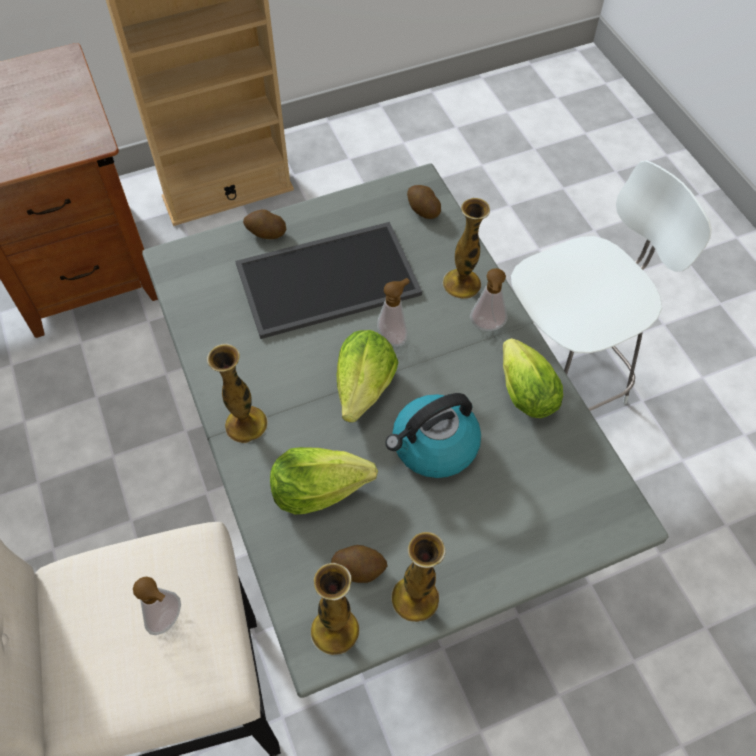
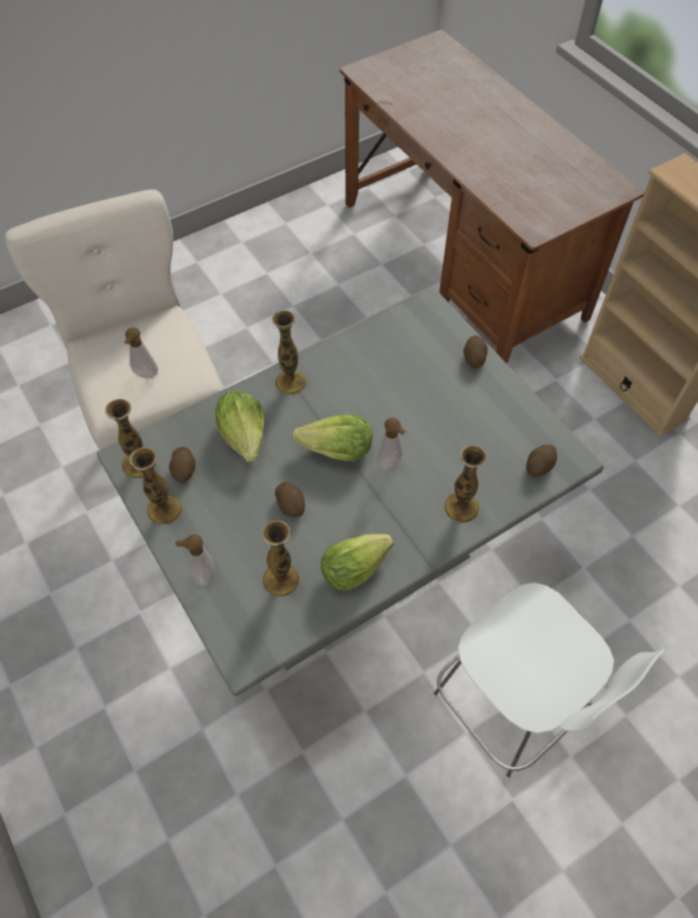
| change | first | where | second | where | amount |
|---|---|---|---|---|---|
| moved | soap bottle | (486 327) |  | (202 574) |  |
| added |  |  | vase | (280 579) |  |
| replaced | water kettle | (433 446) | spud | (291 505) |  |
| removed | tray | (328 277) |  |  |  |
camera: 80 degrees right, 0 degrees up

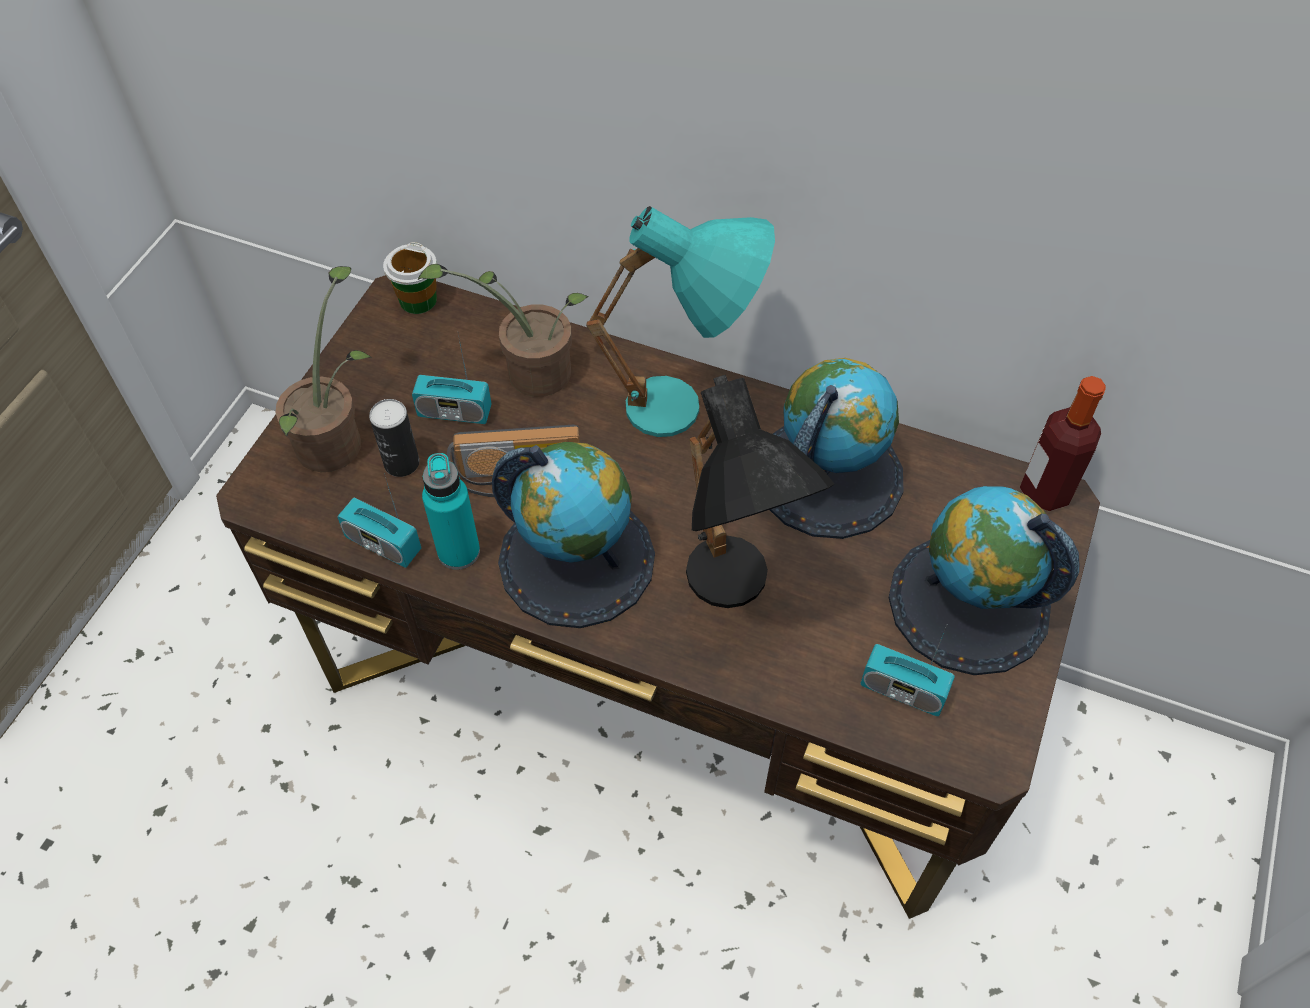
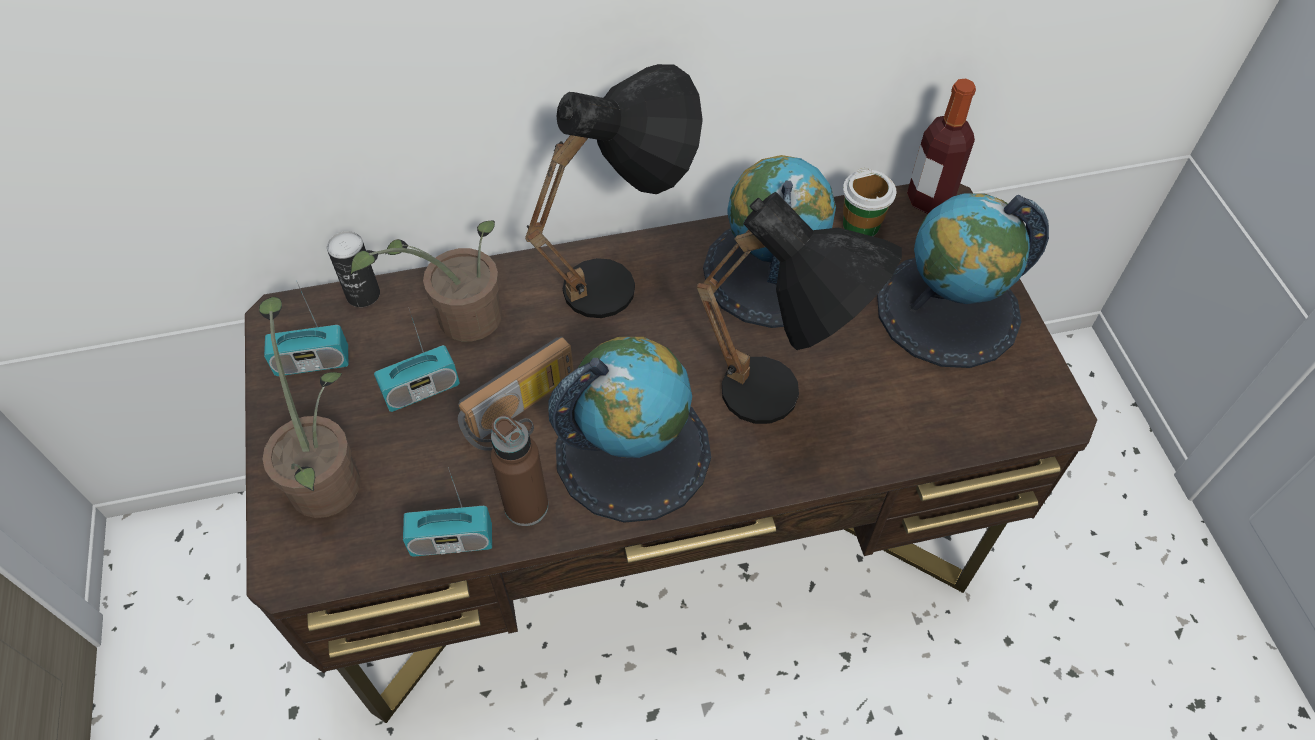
| change | first | where | second | where | amount |
|---|---|---|---|---|---|
| moved | radio | (902 690) |  | (312 362) |  |
| moved | metal can | (401 463) |  | (363 294) |  |
| recoloured | blue-green drink bottle | (458 551) | brown drink bottle | (526 506) |  |
| recoloured | blue-green table lamp | (689 414) | black table lamp | (626 283) |  |
| moved | cup | (418 300) |  | (861 225) |  |
camera: 35 degrees left, 0 degrees up

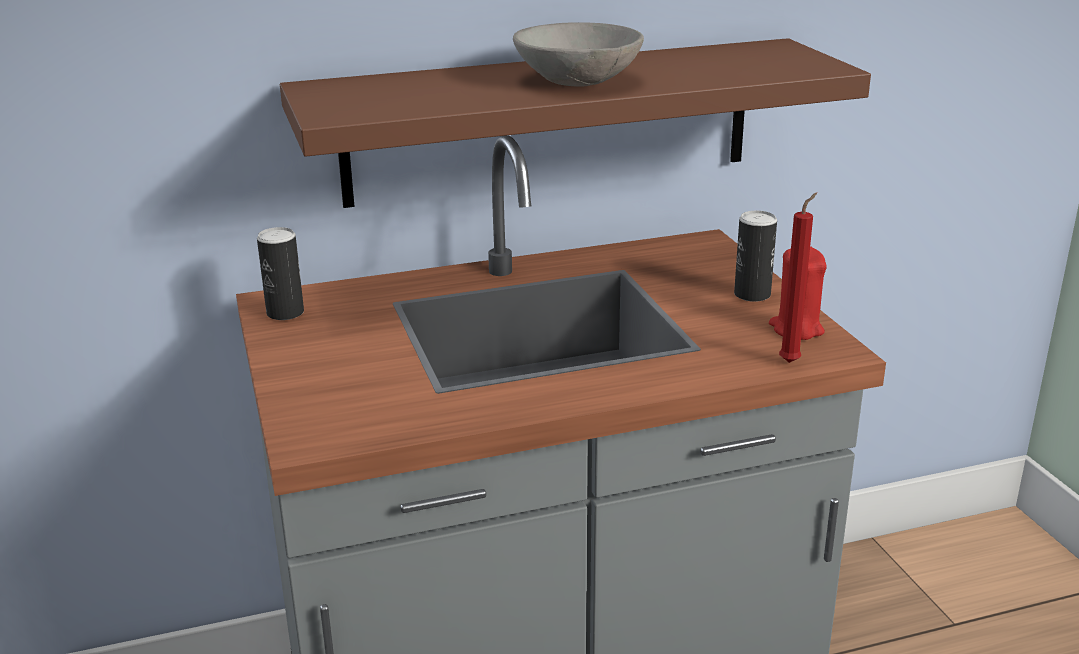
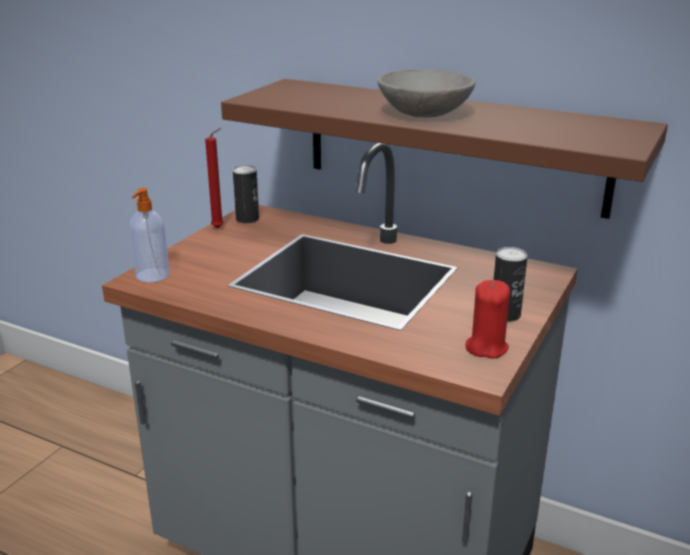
| change | first | where | second | where | amount |
|---|---|---|---|---|---|
| added |  |  | soap bottle | (152 276) |  |
| moved | reddish wax light | (791 361) |  | (219 228) |  |
camera: 45 degrees right, 0 degrees up

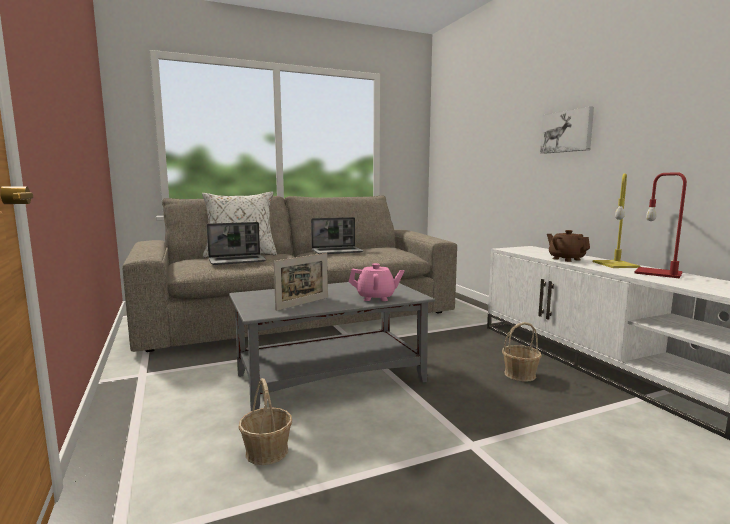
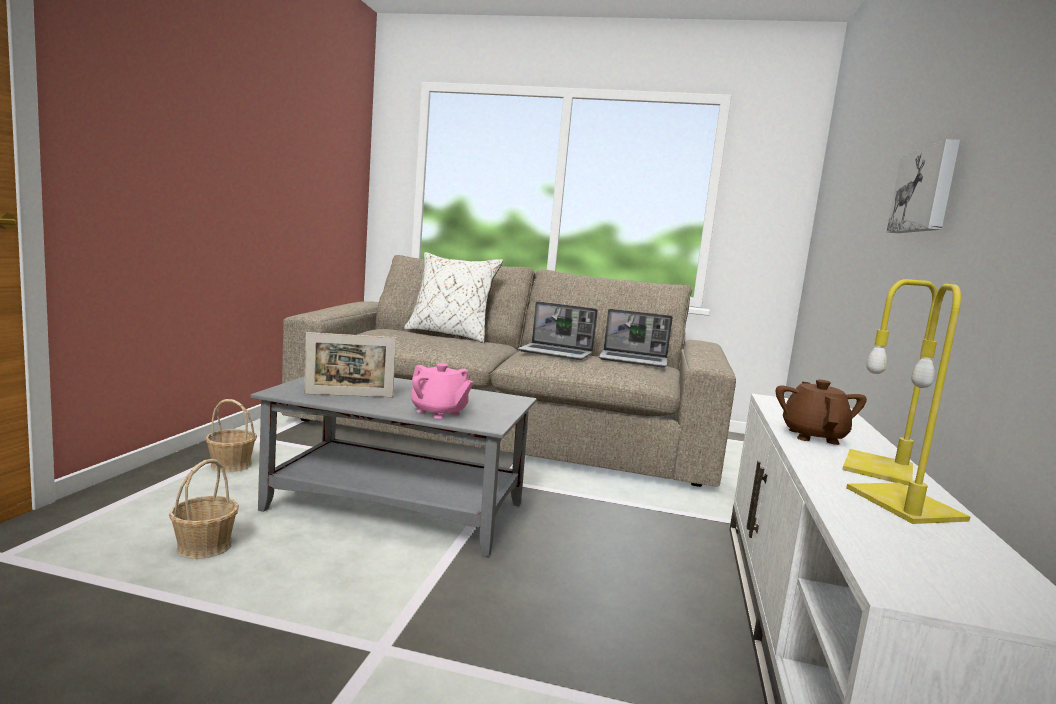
| change | first | where | second | where | amount |
|---|---|---|---|---|---|
| moved | household basket | (520 374) |  | (231 465) |  |
| moved | portable computer | (238 261) |  | (634 360) |  |
| recoloured | reddish table lamp | (659 273) | yellow-coloured table lamp | (907 505) |  |
camera: 35 degrees right, 0 degrees up

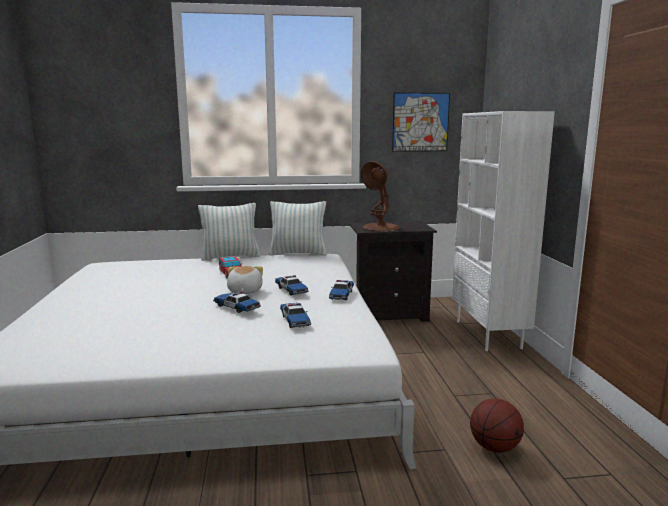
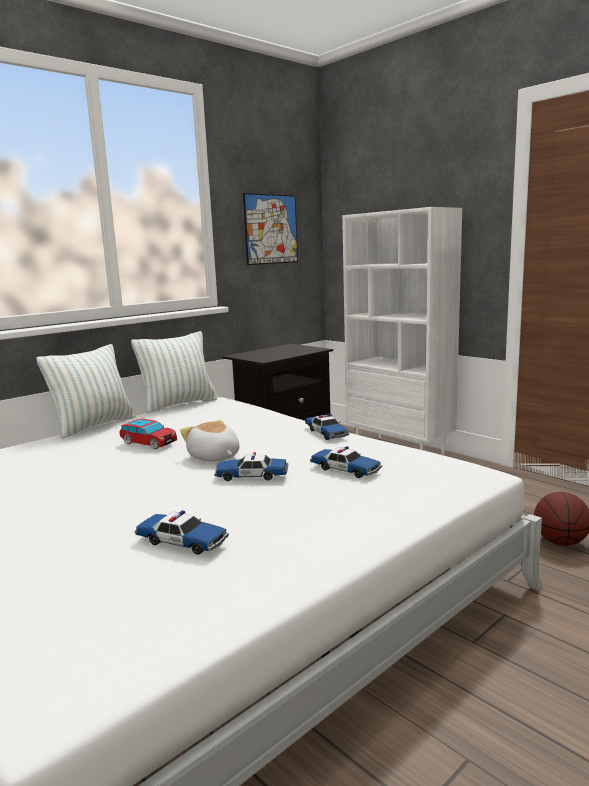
| change | first | where | second | where | amount |
|---|---|---|---|---|---|
| moved | miniature car | (291 290) |  | (182 541) |  |
| removed | brown table lamp | (380 227) |  |  |  |
camera: 35 degrees left, 0 degrees up

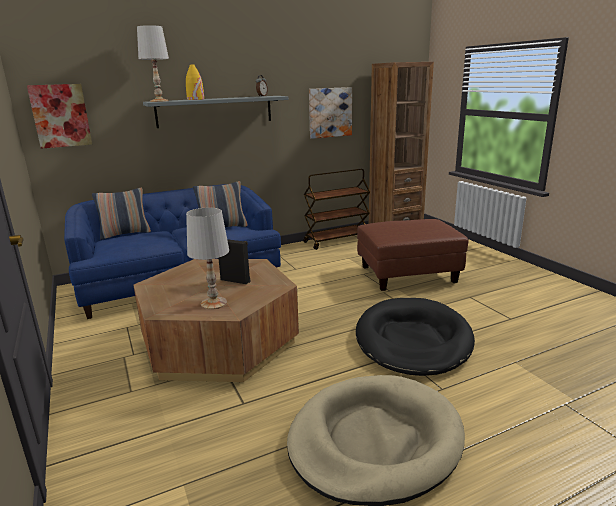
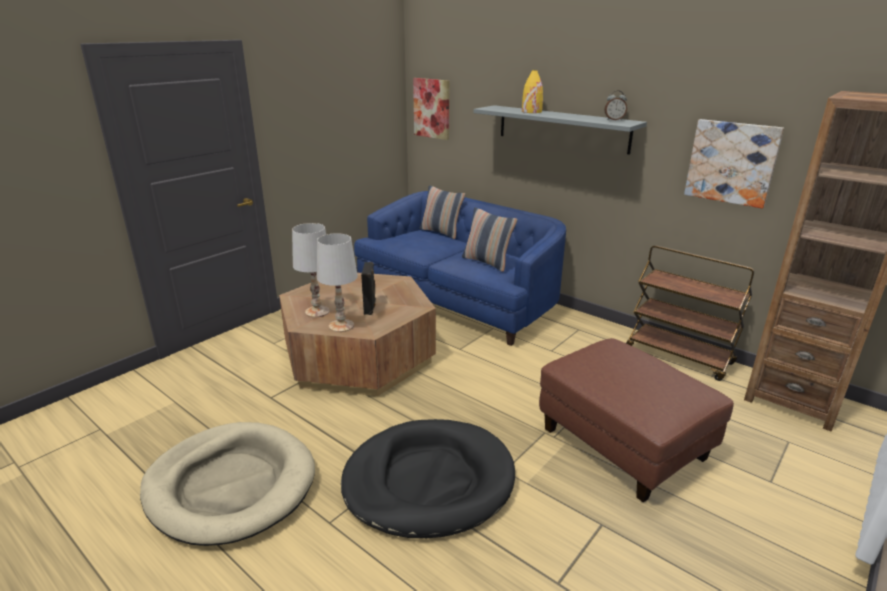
| change | first | where | second | where | amount |
|---|---|---|---|---|---|
| moved | white-coloured table lamp | (159 101) |  | (341 325) |  |
camera: 65 degrees right, 5 degrees up

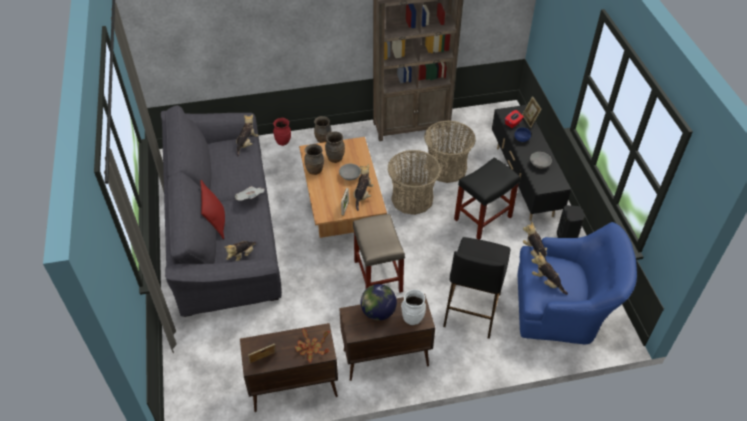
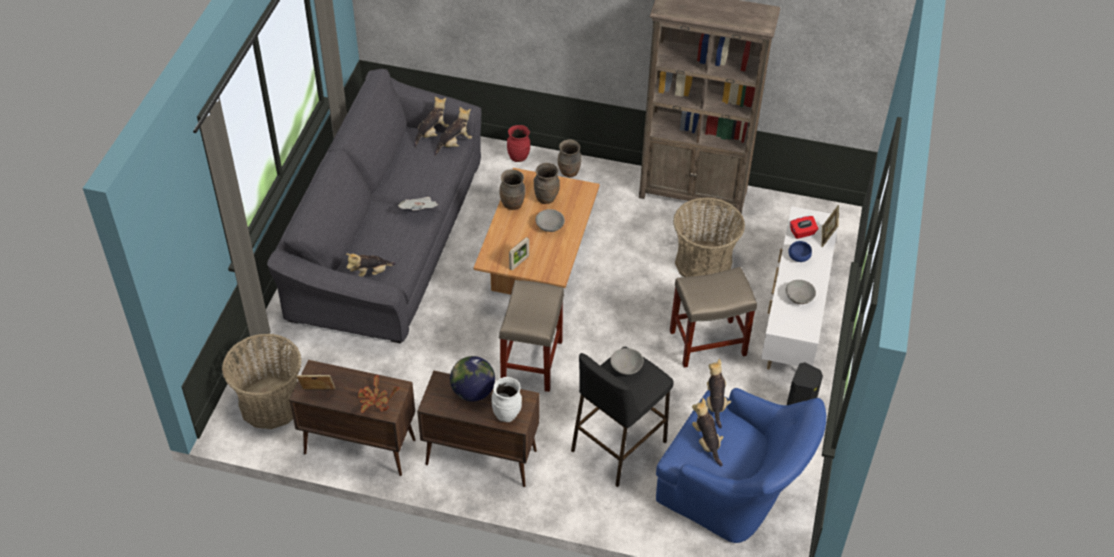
| change | first | where | second | where | amount |
|---|---|---|---|---|---|
| moved | household basket | (412 199) |  | (270 403) |  |
| moved | plush toy | (362 195) |  | (432 133) |  |
| added |  |  | grey deep dish | (626 367) |  |
| recoloured | black stool seat | (483 217) | sand-coloured stool seat | (708 342) |  |
| recoloured | black tv unit | (523 181) | white-coloured tv unit | (793 317) |  |
| removed | reddish pillow | (216 223) |  |  |  |
camera: 25 degrees right, 0 degrees up

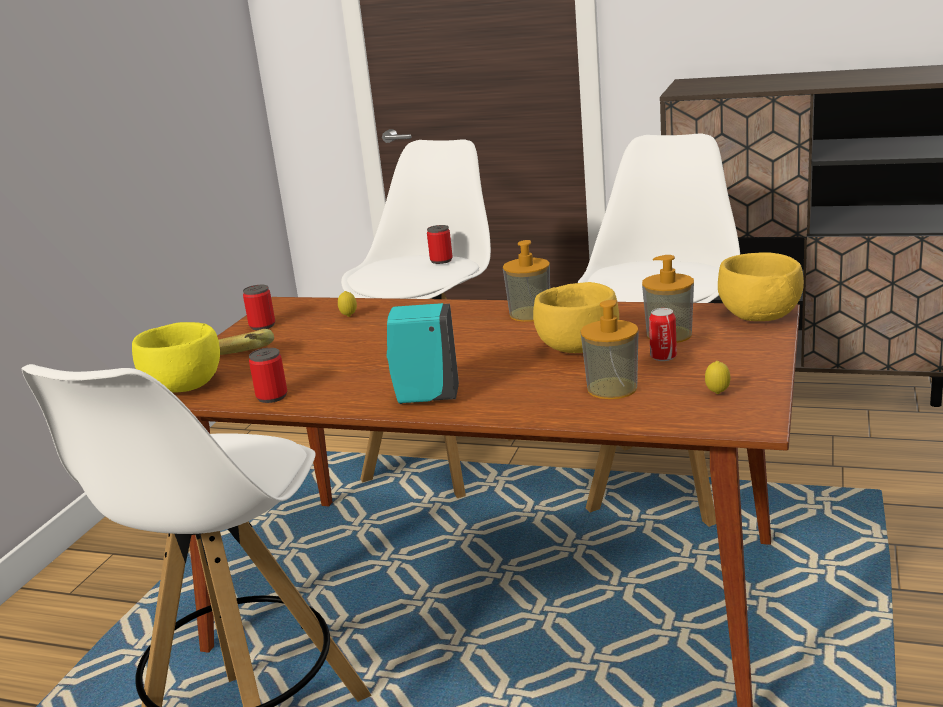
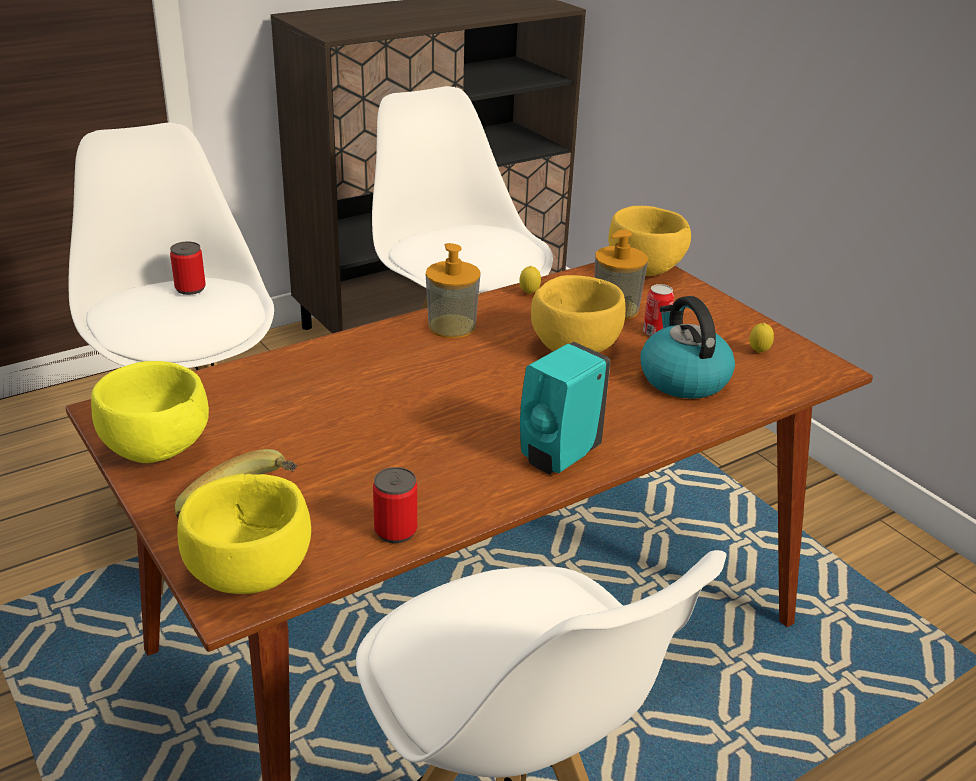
| change | first | where | second | where | amount |
|---|---|---|---|---|---|
| replaced | metal can | (262 326) | yellow-coloured deep dish | (156 450) |  |
| moved | lemon | (349 316) |  | (529 294) |  |
| replaced | soap bottle | (612 388) | water kettle | (682 378) |  |
camera: 55 degrees left, 10 degrees up

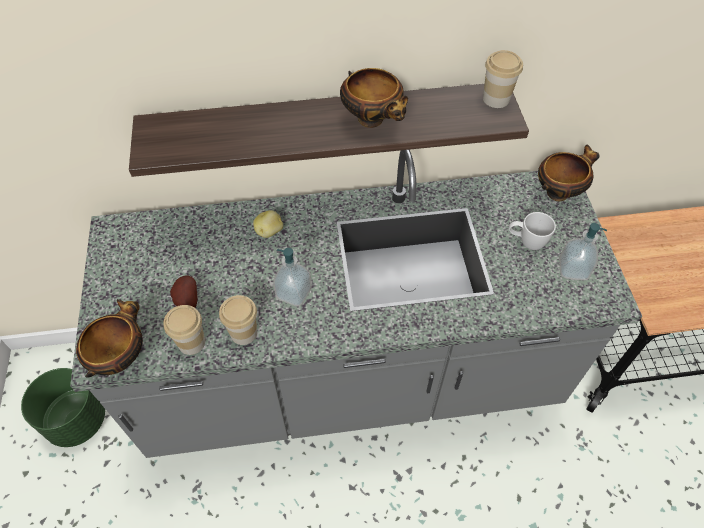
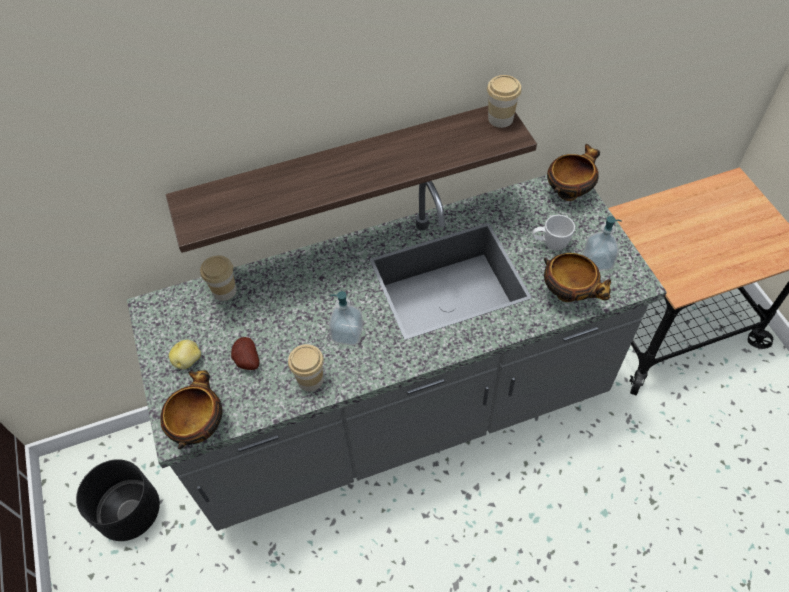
| change | first | where | second | where | amount |
|---|---|---|---|---|---|
| recoloured | greenish flower pot | (77 420) | black flower pot | (130 512) |  |
| moved | spud | (270 231) |  | (188 360) |  |
| moved | cup | (191 342) |  | (224 291) |  |
| moved | deep dish | (373 120) |  | (569 294) |  |
camera: 10 degrees left, 0 degrees up

